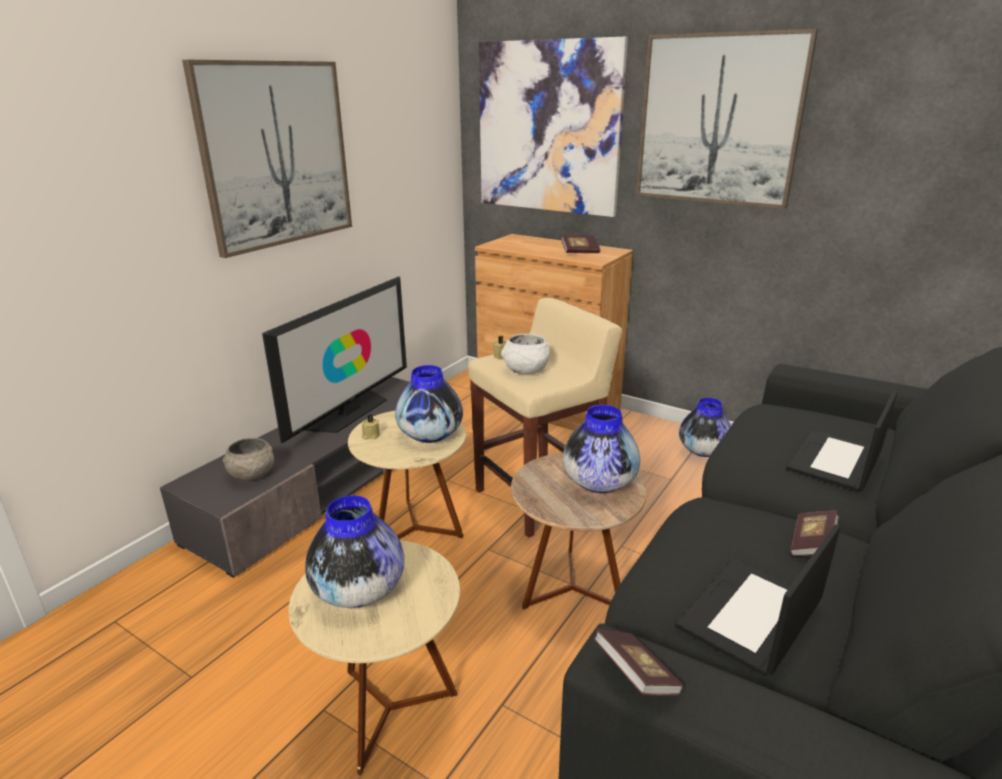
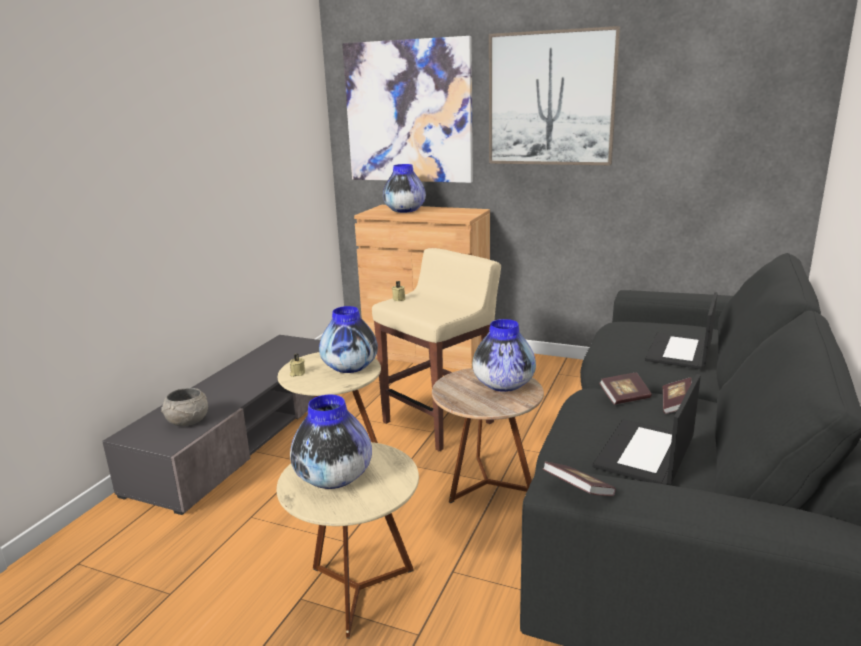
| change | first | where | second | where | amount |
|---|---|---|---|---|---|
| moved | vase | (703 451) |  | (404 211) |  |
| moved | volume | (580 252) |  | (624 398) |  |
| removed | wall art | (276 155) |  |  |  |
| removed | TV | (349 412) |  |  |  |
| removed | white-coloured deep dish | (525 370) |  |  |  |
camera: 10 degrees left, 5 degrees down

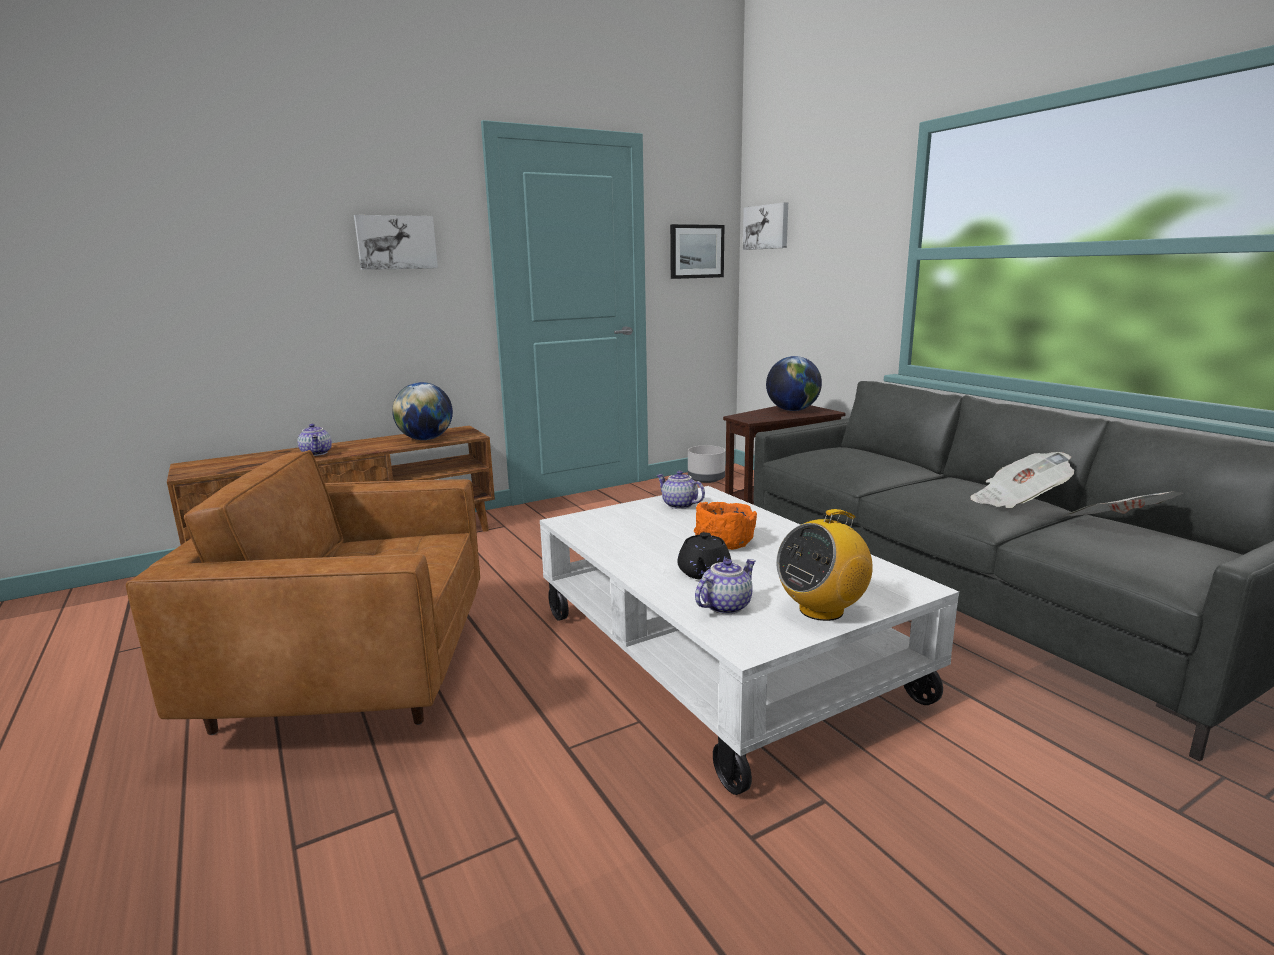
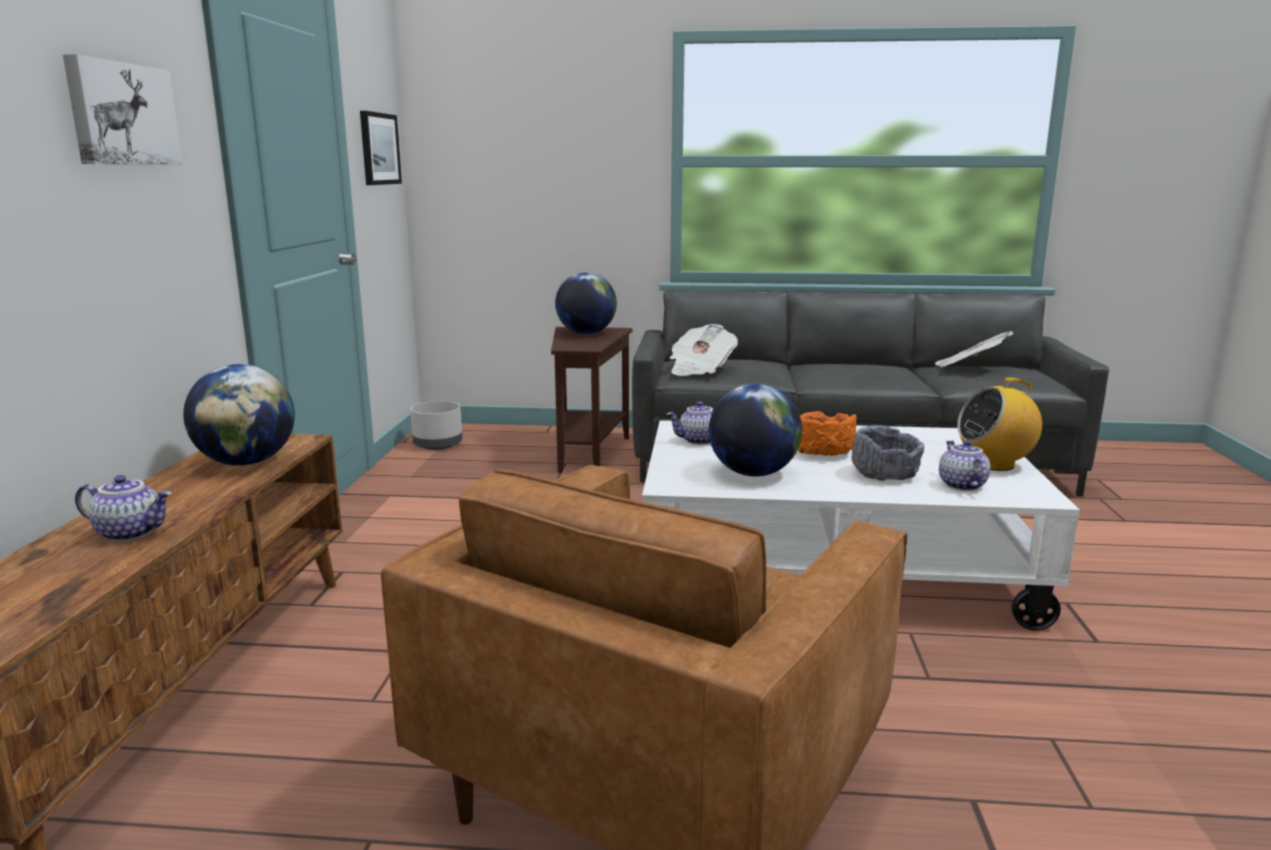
| change | first | where | second | where | amount |
|---|---|---|---|---|---|
| moved | printed paper | (1017 502) |  | (700 369) |  |
| added |  |  | world globe | (753 473) |  |
| replaced | black tea pot | (703 573) | grey deep dish | (884 474) |  |
| turned | radio | (821 610) |  | (995 464) | 75 degrees clockwise |
| removed | wall art | (766 227) |  |  |  |
camera: 55 degrees left, 0 degrees up

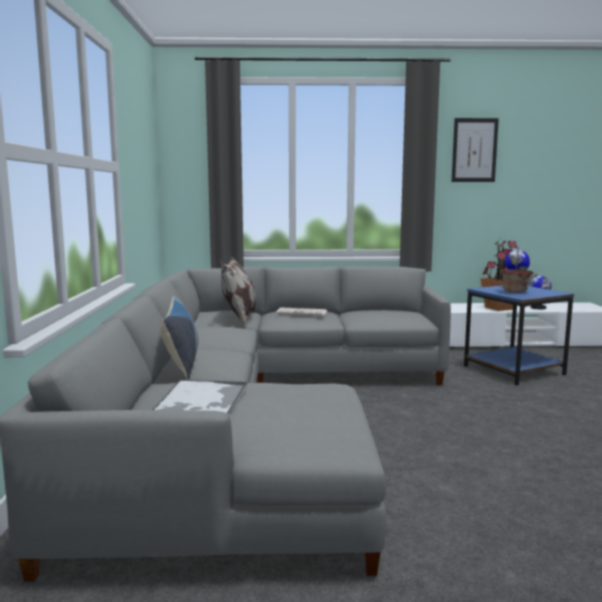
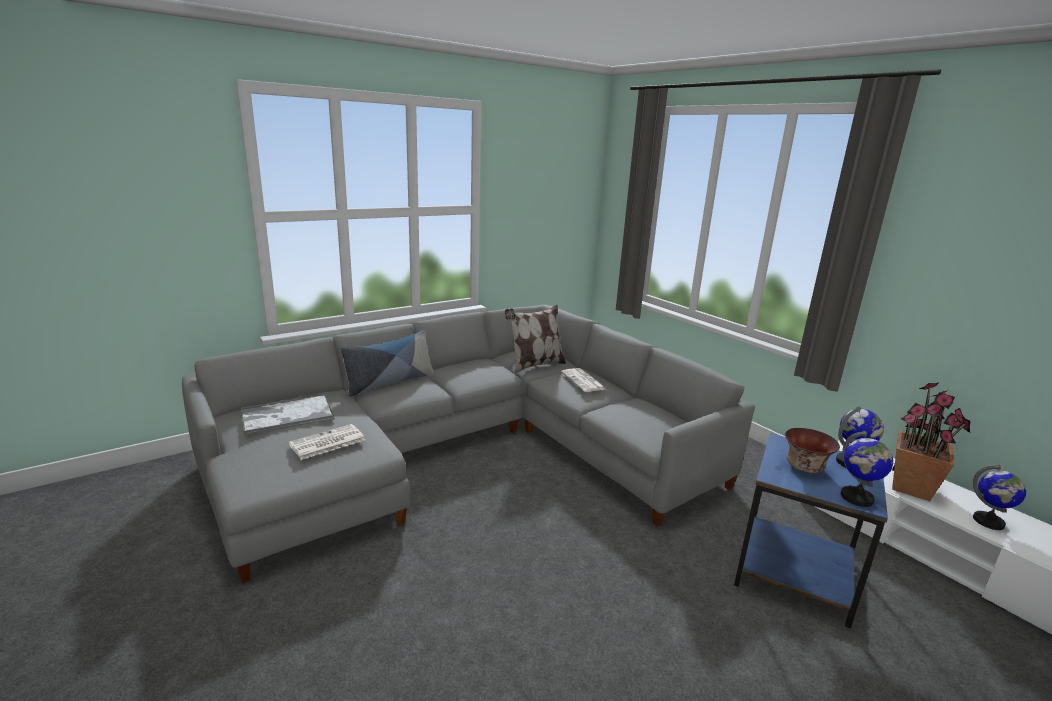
| change | first | where | second | where | amount |
|---|---|---|---|---|---|
| added |  |  | printed paper | (326 443) |  |
| added |  |  | world globe | (856 498) |  |
| removed | wall art | (474 150) |  |  |  |
camera: 55 degrees right, 10 degrees up

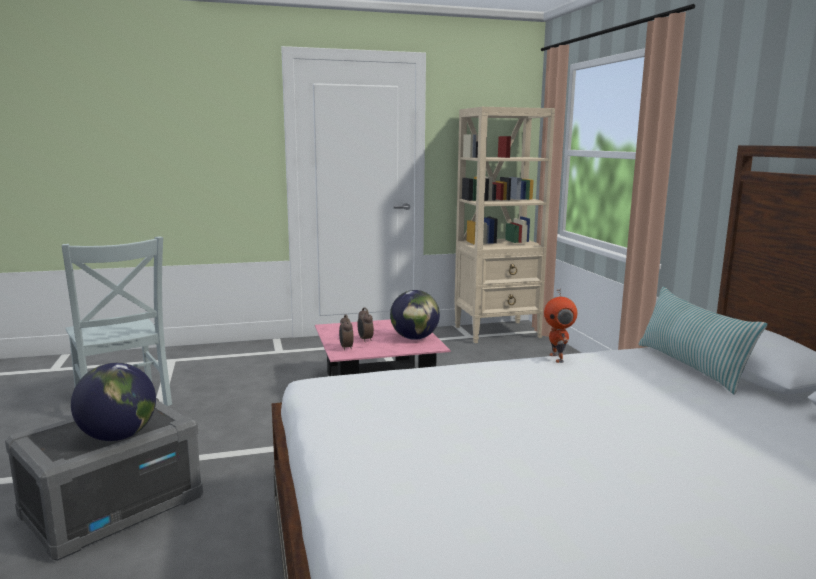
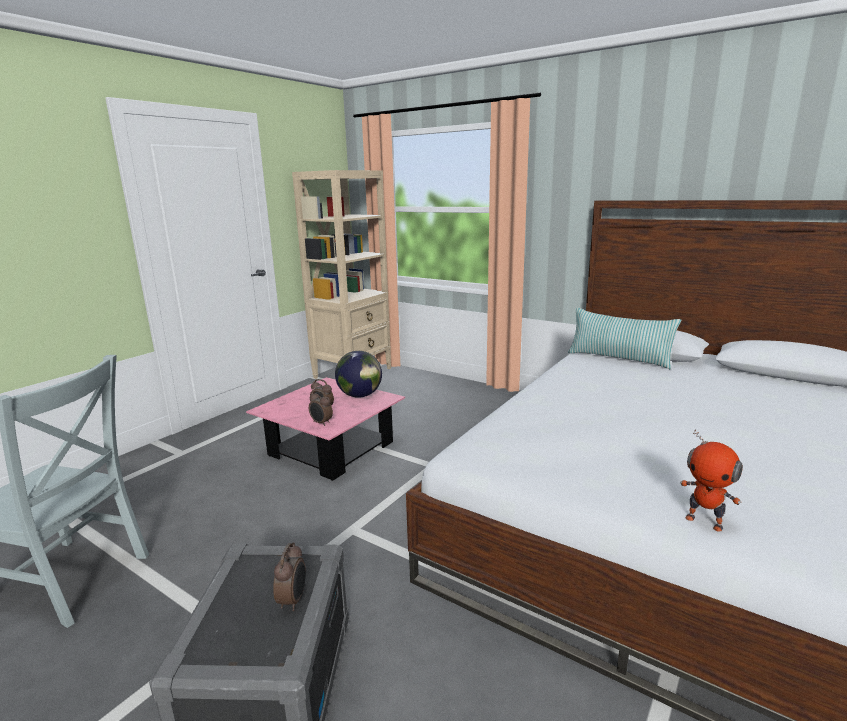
| change | first | where | second | where | amount |
|---|---|---|---|---|---|
| replaced | world globe | (118 436) | bedside clock | (293 600) |  |
| moved | toy robot | (557 358) |  | (704 522) |  |
camera: 40 degrees left, 5 degrees up

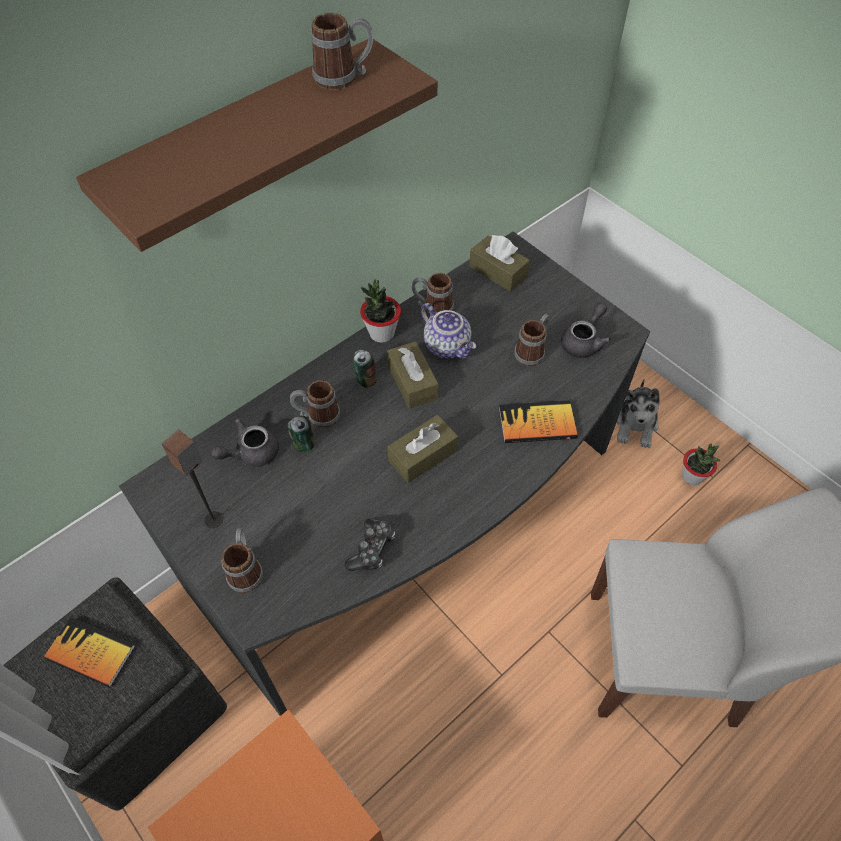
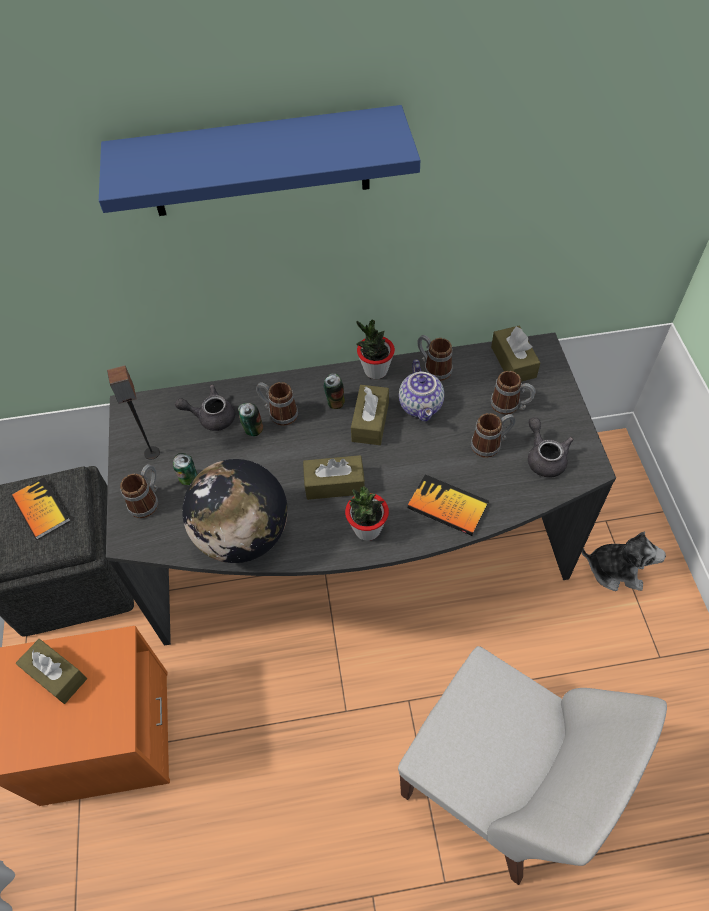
| change | first | where | second | where | amount |
|---|---|---|---|---|---|
| added |  |  | brown tissue box | (56 675) |  |
| recoloured | brown wall shelf | (245 147) | bluish wall shelf | (259 163) |  |
| added |  |  | metal can | (189 480) |  |
| replaced | gamepad | (372 549) | world globe | (243 535) |  |
| moved | plant in a pot | (692 477) |  | (367 529) |  |
| moved | tea mug | (344 77) |  | (510 405) |  |
| turned | grey tea pot | (584 341) |  | (544 457) | 90 degrees counterclockwise |
| turned | plush toy | (635 425) |  | (615 570) | 120 degrees counterclockwise |
camera: 35 degrees right, 0 degrees up

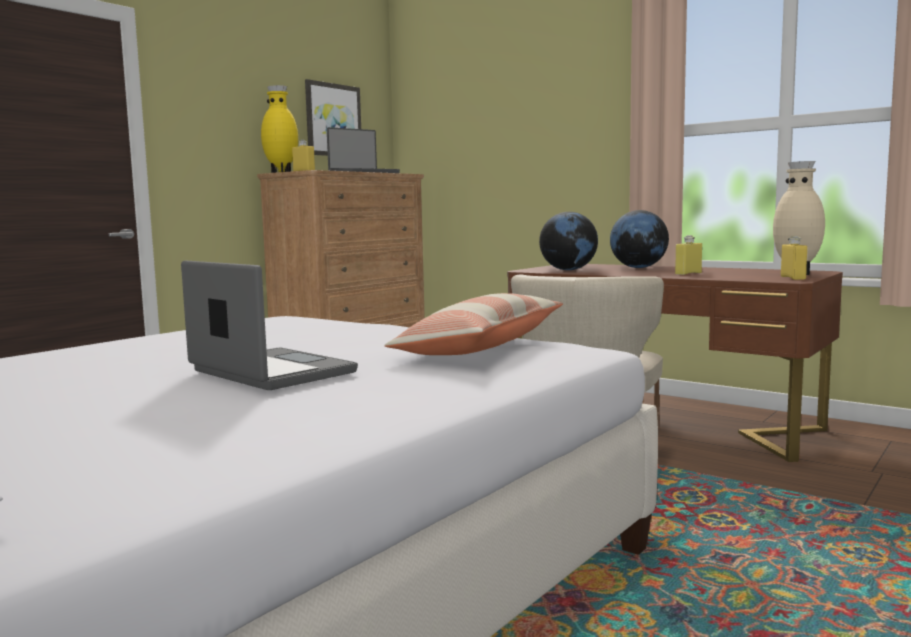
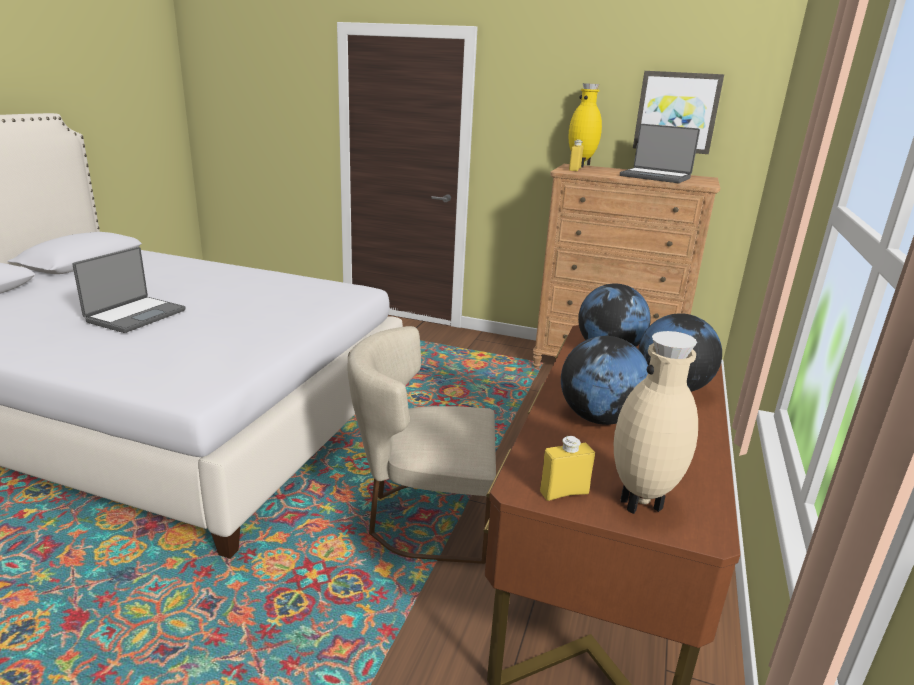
| change | first | where | second | where | amount |
|---|---|---|---|---|---|
| replaced | yellow-coloured drink bottle | (688 273) | world globe | (599 418) |  |
| removed | pillow | (482 347) |  |  |  |
camera: 70 degrees right, 15 degrees up

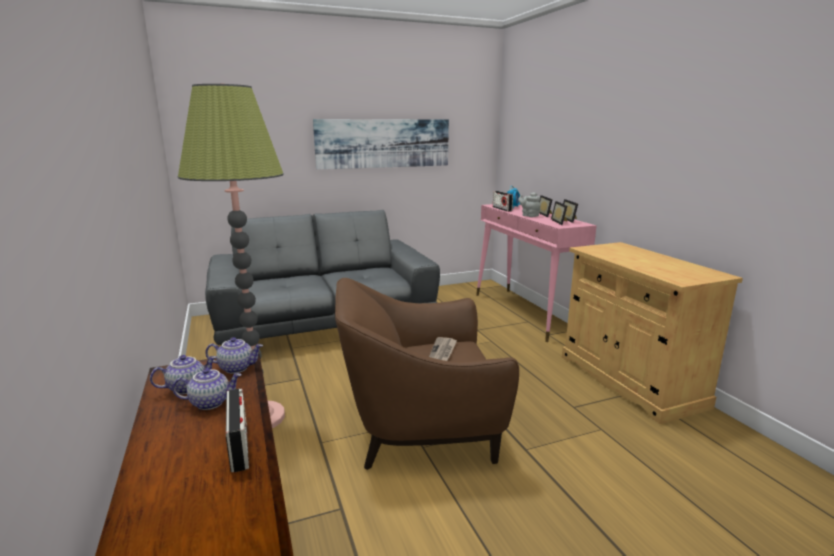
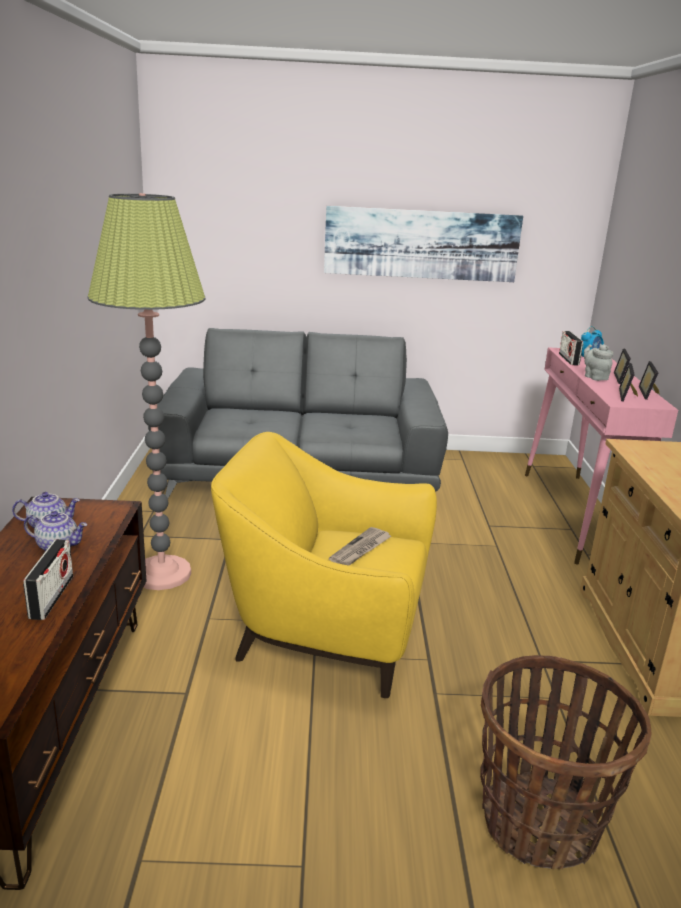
| change | first | where | second | where | amount |
|---|---|---|---|---|---|
| recoloured | brown armchair | (420 428) | yellow-coloured armchair | (326 633) |  |
| added |  |  | household basket | (539 822) |  |
| removed | tea pot | (237 368) |  |  |  |
camera: 20 degrees right, 5 degrees up

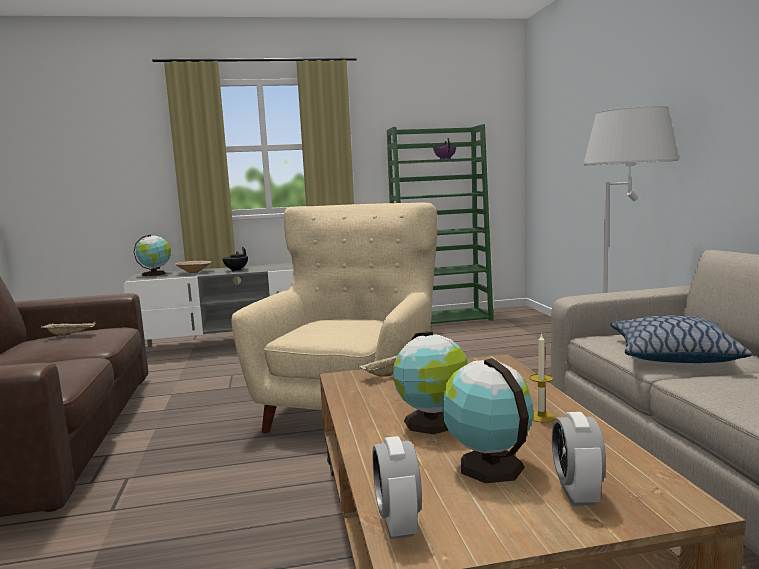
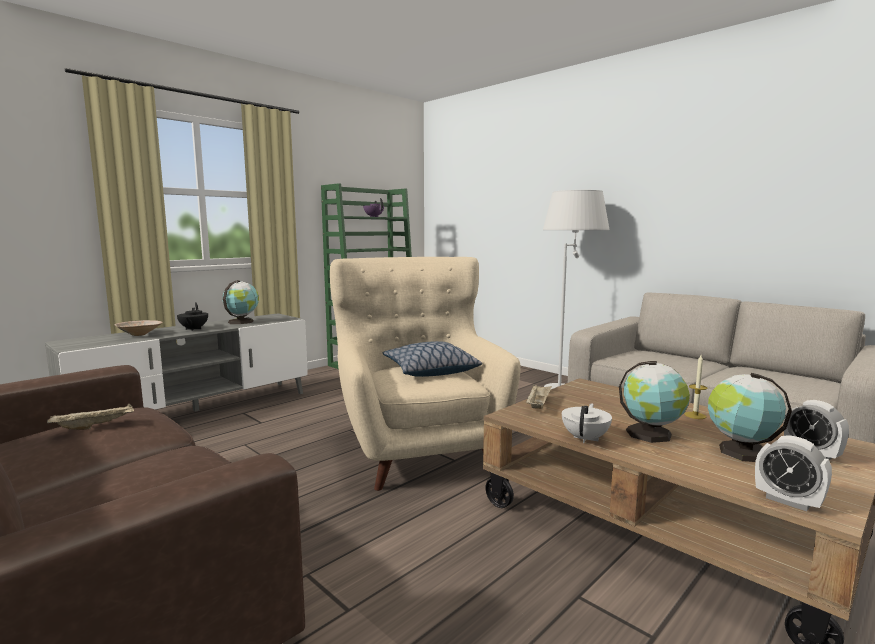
| change | first | where | second | where | amount |
|---|---|---|---|---|---|
| moved | world globe | (155 274) |  | (242 322) |  |
| moved | pillow | (672 355) |  | (430 371) |  |
| added |  |  | white-coloured tea pot | (585 438) |  |
camera: 35 degrees left, 0 degrees up

